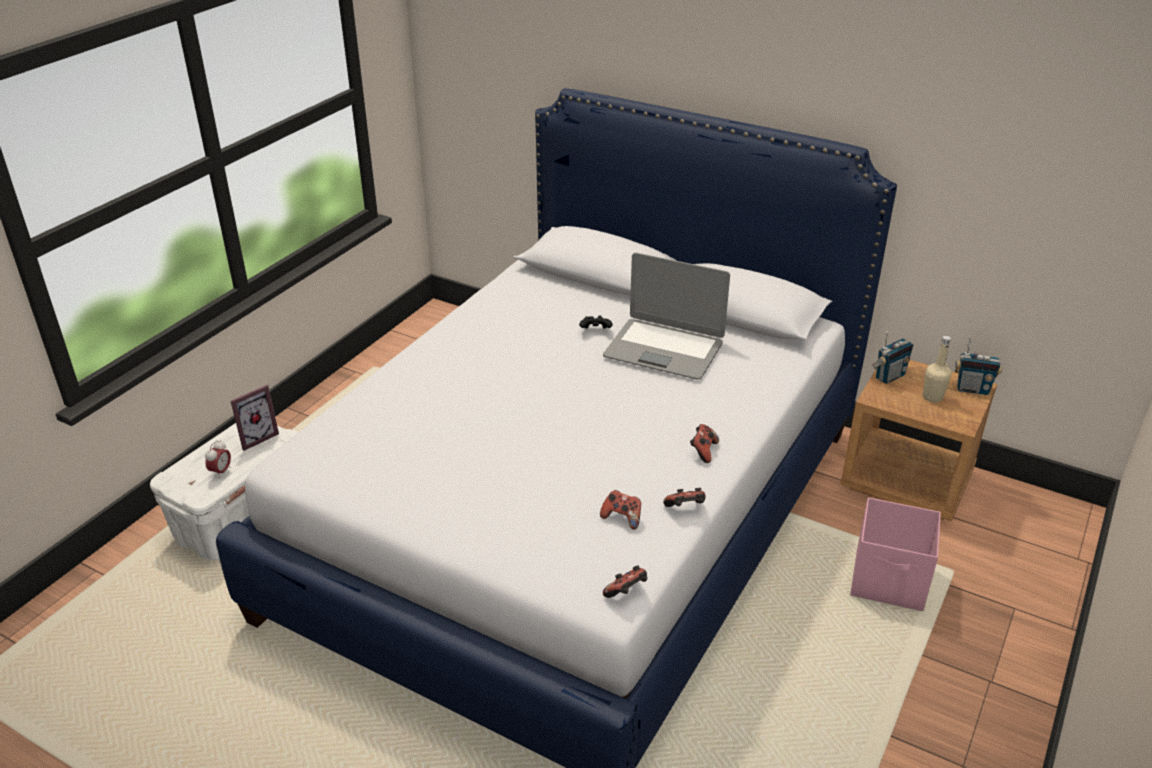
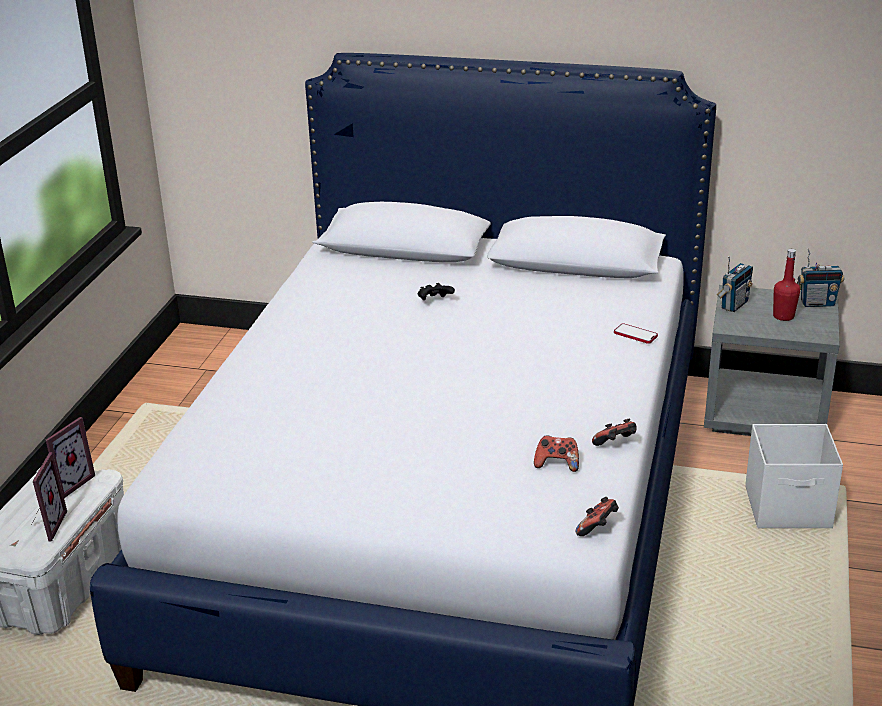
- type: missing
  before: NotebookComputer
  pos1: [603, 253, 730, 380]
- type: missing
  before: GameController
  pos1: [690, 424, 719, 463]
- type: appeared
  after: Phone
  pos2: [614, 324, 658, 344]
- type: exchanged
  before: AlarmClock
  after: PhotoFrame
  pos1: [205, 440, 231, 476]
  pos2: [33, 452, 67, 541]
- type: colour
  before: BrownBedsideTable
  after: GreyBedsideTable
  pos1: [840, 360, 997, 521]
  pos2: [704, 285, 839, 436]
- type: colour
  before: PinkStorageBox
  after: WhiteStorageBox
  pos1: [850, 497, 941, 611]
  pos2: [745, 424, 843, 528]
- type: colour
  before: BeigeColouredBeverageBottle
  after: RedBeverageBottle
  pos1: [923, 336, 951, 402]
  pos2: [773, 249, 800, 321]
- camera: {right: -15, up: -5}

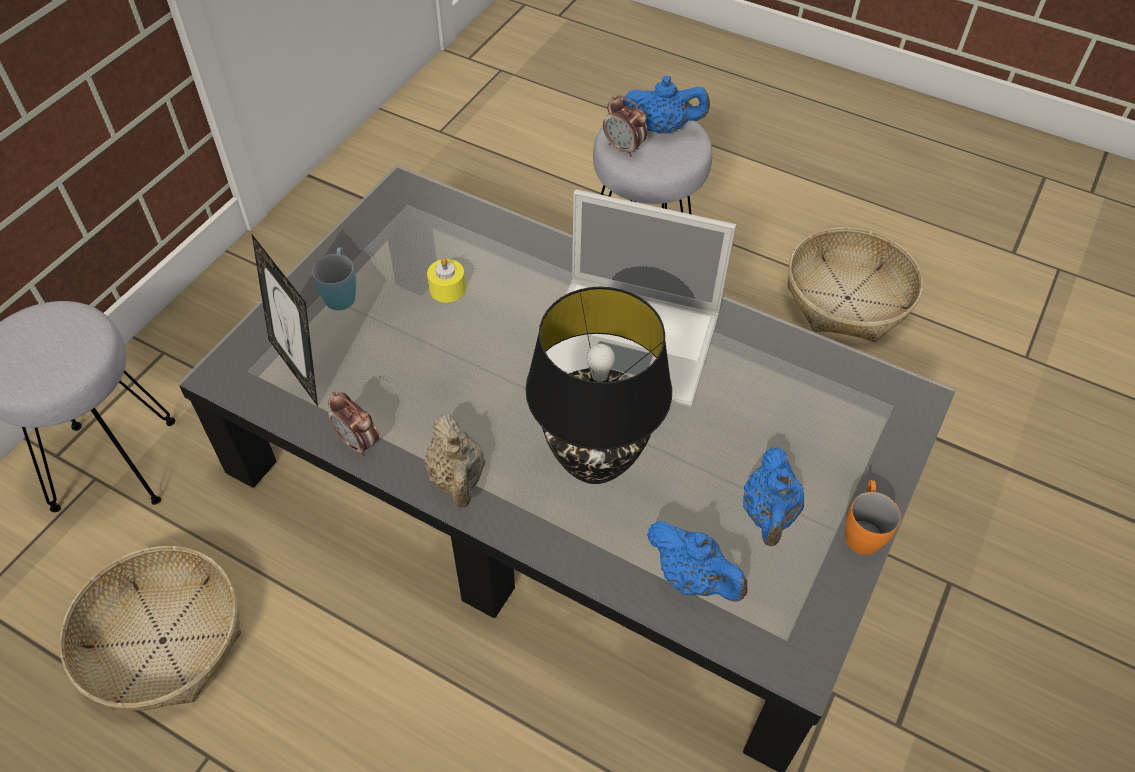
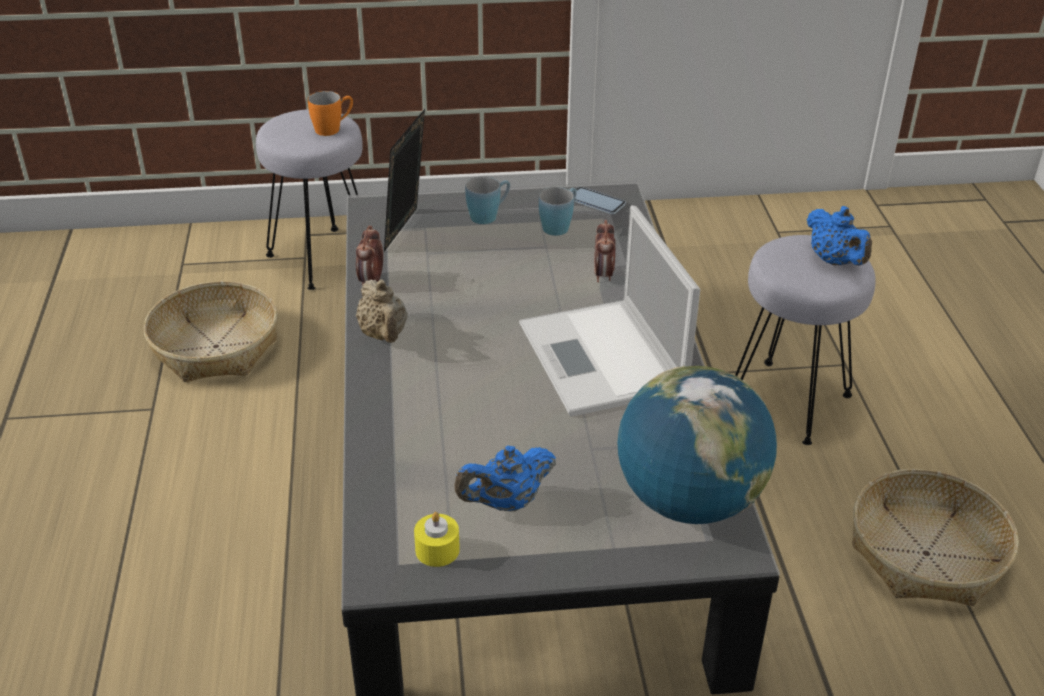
- type: missing
  before: BlackTableLamp
  pos1: [526, 287, 672, 484]
- type: missing
  before: BlueColouredTeaPot
  pos1: [647, 521, 747, 602]
- type: appeared
  after: BlueColouredMug
  pos2: [539, 187, 577, 236]
- type: appeared
  after: Phone
  pos2: [572, 187, 626, 214]
- type: appeared
  after: Globe
  pos2: [617, 366, 777, 524]
- type: relocated
  before: YellowColouredCandle
  pos1: [427, 258, 466, 302]
  pos2: [414, 512, 460, 567]
- type: relocated
  before: AlarmClock
  pos1: [603, 95, 648, 157]
  pos2: [594, 220, 615, 282]
- type: relocated
  before: OrangeMug
  pos1: [845, 480, 901, 555]
  pos2: [308, 91, 353, 136]
- type: spun
  before: BeigeColouredTeaPot
  pos1: [424, 414, 485, 508]
  pos2: [356, 279, 408, 343]
  turn: -60
- camera: {right: 55, up: -15}

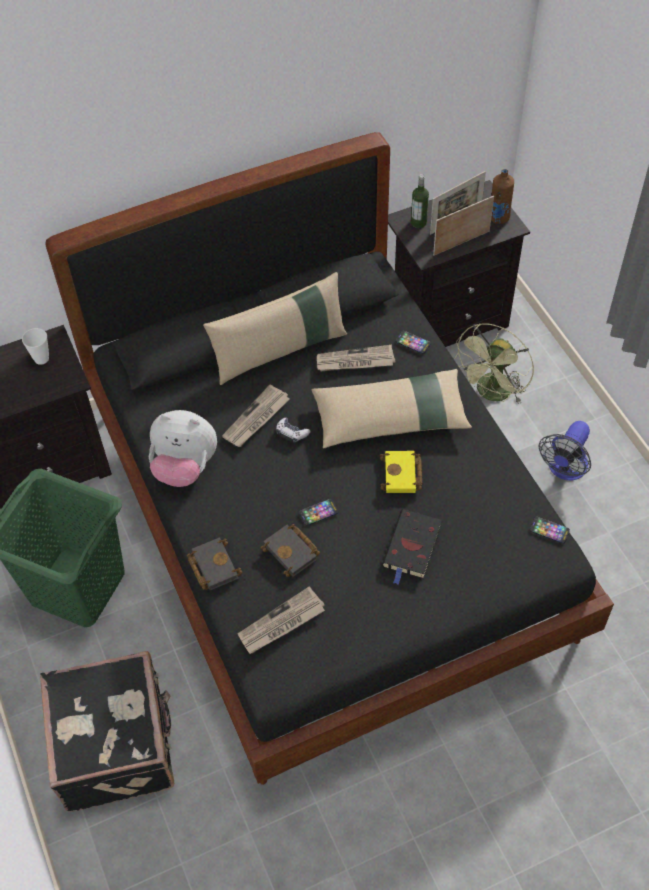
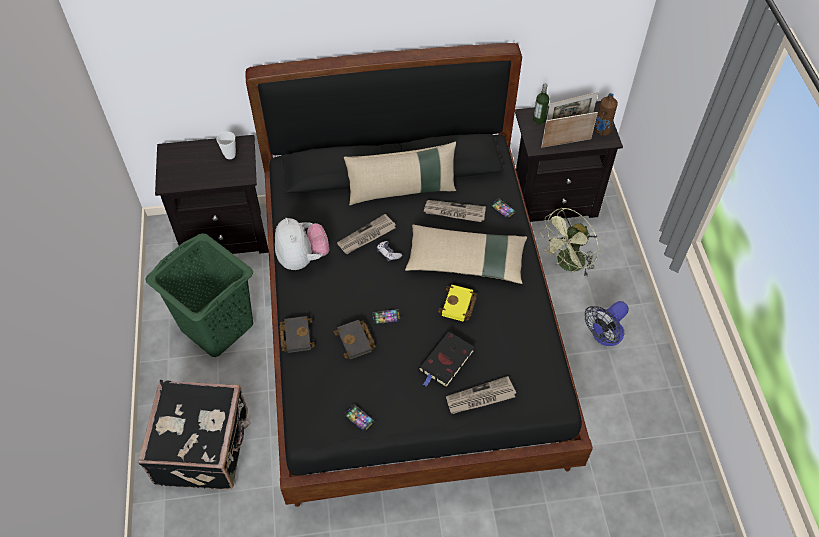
- type: relocated
  before: Newspaper
  pos1: [238, 586, 325, 654]
  pos2: [446, 376, 516, 414]
- type: relocated
  before: Phone
  pos1: [530, 517, 570, 544]
  pos2: [344, 404, 375, 432]
- type: spun
  before: PlushToy
  pos1: [149, 410, 217, 487]
  pos2: [275, 218, 330, 270]
  turn: -135
- camera: {right: 15, up: 0}

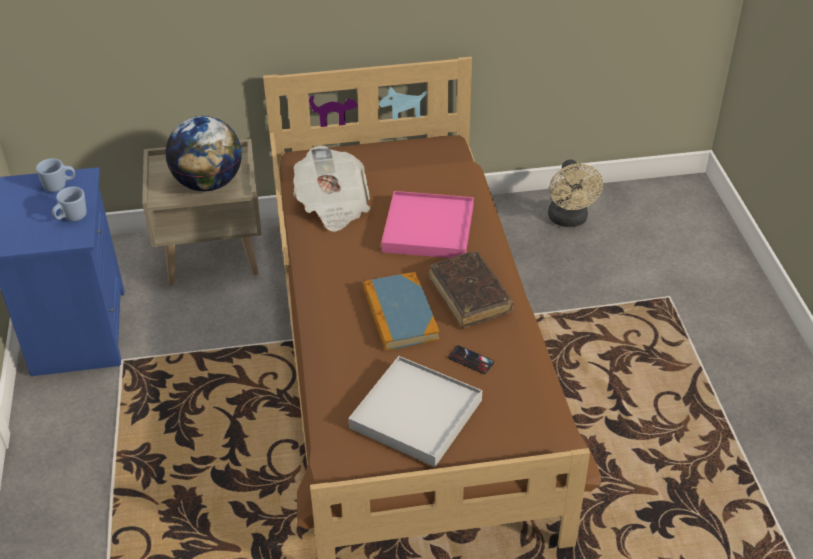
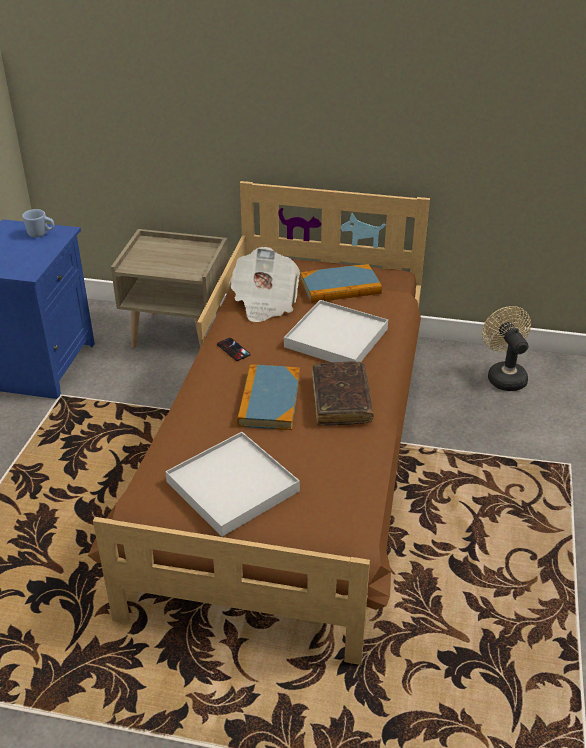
- type: missing
  before: BlueColouredMug
  pos1: [52, 187, 87, 221]
- type: missing
  before: Globe
  pos1: [165, 116, 242, 191]
- type: appeared
  after: BoundBook
  pos2: [300, 264, 382, 303]
- type: relocated
  before: Phone
  pos1: [448, 345, 494, 374]
  pos2: [217, 338, 251, 361]
- type: colour
  before: PinkCarryingTray
  after: WhiteCarryingTray
  pos1: [381, 191, 474, 258]
  pos2: [284, 300, 388, 362]
- type: spun
  before: BeigeColouredElectricFan
  pos1: [548, 160, 603, 227]
  pos2: [482, 306, 531, 391]
  turn: 150
- camera: {right: 20, up: -5}

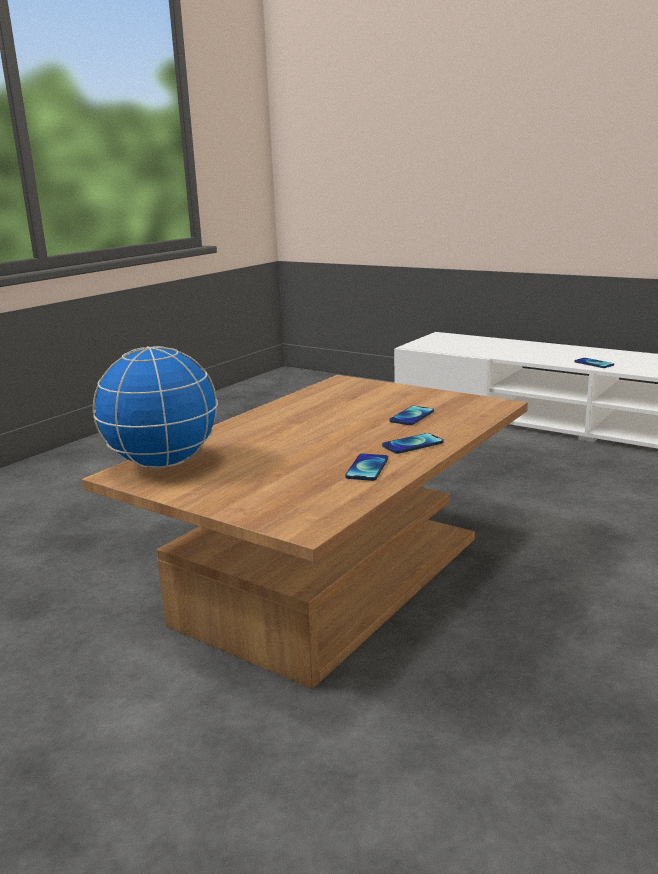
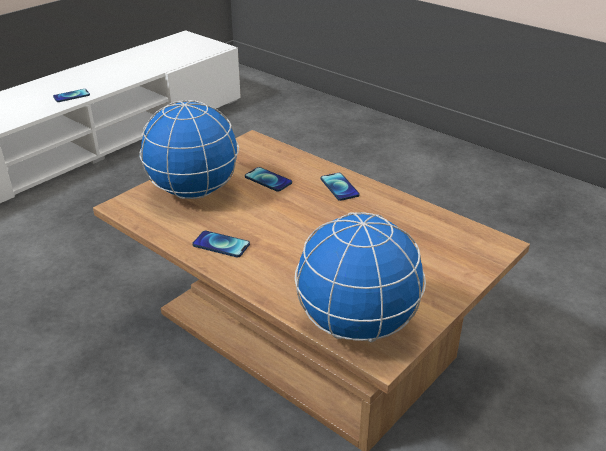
- type: appeared
  after: Globe
  pos2: [139, 100, 239, 199]
- type: relocated
  before: Phone
  pos1: [345, 454, 388, 481]
  pos2: [192, 231, 250, 258]
- camera: {right: -85, up: 15}

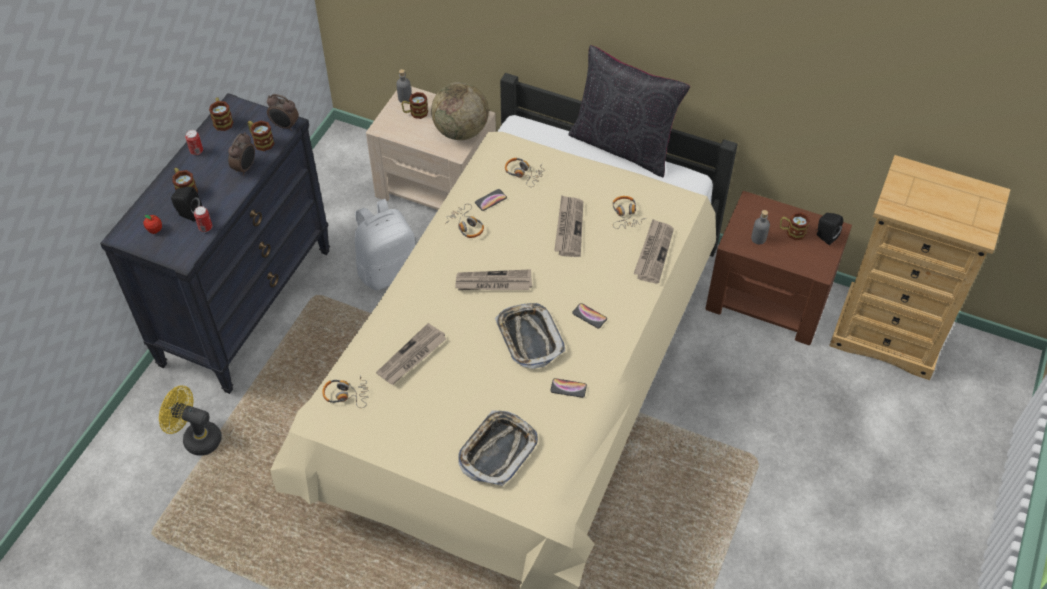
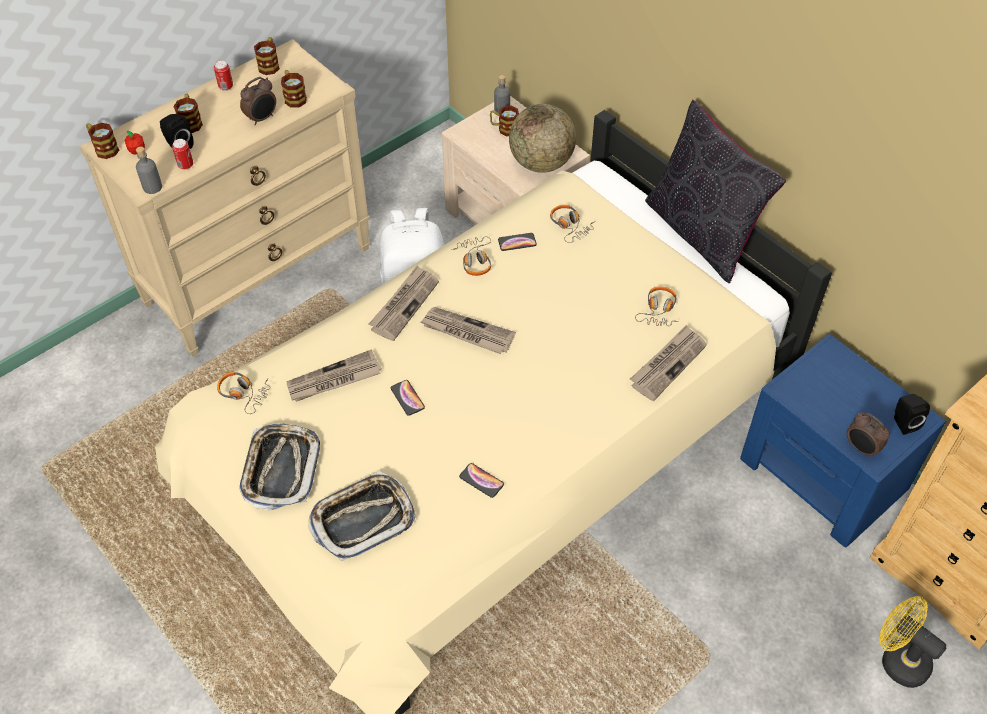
- type: relocated
  before: YellowColouredElectricFan
  pos1: [159, 385, 222, 456]
  pos2: [879, 596, 946, 688]
- type: relocated
  before: AlarmClock
  pos1: [267, 94, 299, 131]
  pos2: [846, 412, 890, 458]
- type: relocated
  before: CarryingTray
  pos1: [495, 303, 566, 369]
  pos2: [239, 423, 320, 511]
- type: relocated
  before: Newspaper
  pos1: [554, 195, 583, 257]
  pos2: [369, 265, 439, 341]
- type: relocated
  before: Phone
  pos1: [572, 303, 607, 328]
  pos2: [391, 380, 425, 416]
- type: relocated
  before: GreyBeverageBottle
  pos1: [751, 210, 770, 244]
  pos2: [136, 147, 162, 194]
- type: relocated
  before: Mug
  pos1: [780, 212, 810, 241]
  pos2: [86, 123, 119, 159]
- type: colour
  before: BlackDresser
  after: BeigeColouredDresser
  pos1: [100, 93, 330, 394]
  pos2: [80, 39, 370, 357]
- type: colour
  before: BrownBedsideTable
  after: BlueColouredBedsideTable
  pos1: [705, 191, 852, 345]
  pos2: [740, 334, 946, 548]
- camera: {right: 25, up: 0}

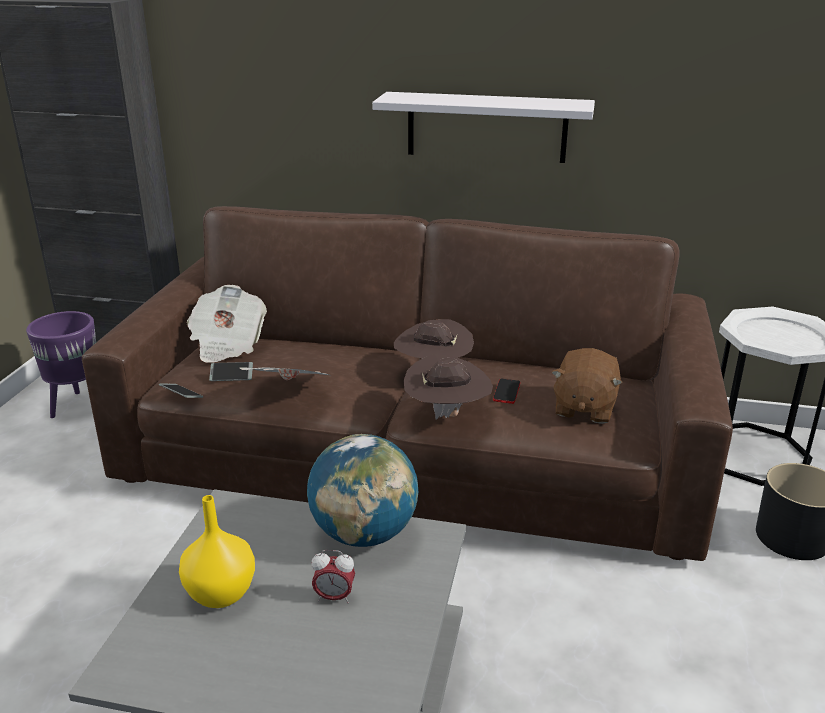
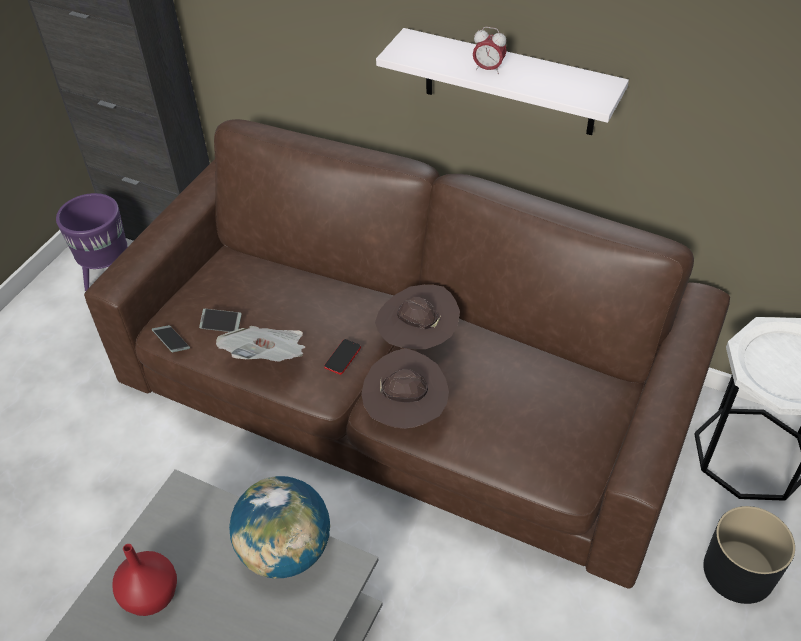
- type: missing
  before: Newspaper
  pos1: [187, 285, 267, 363]
- type: missing
  before: BrownPlushToy
  pos1: [551, 348, 623, 424]
- type: relocated
  before: AlarmClock
  pos1: [311, 550, 355, 603]
  pos2: [473, 27, 507, 74]
- type: relocated
  before: Phone
  pos1: [493, 379, 520, 404]
  pos2: [324, 339, 361, 375]
- type: colour
  before: YellowColouredFlowerVase
  after: RedFlowerVase
  pos1: [179, 495, 255, 608]
  pos2: [113, 544, 177, 616]
- camera: {right: 15, up: 20}

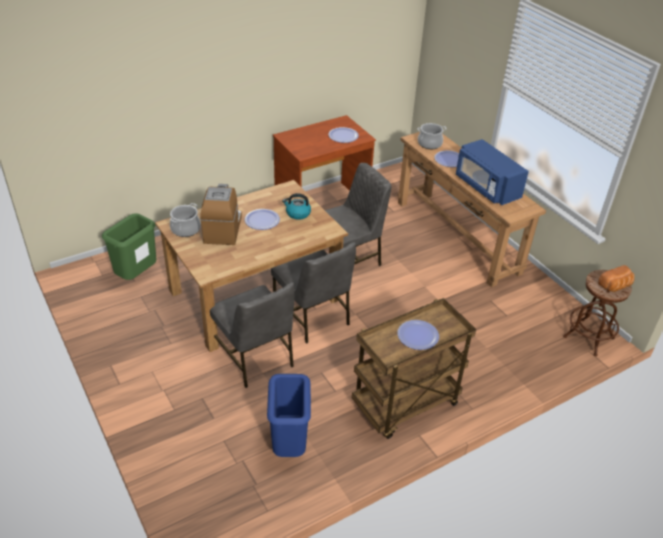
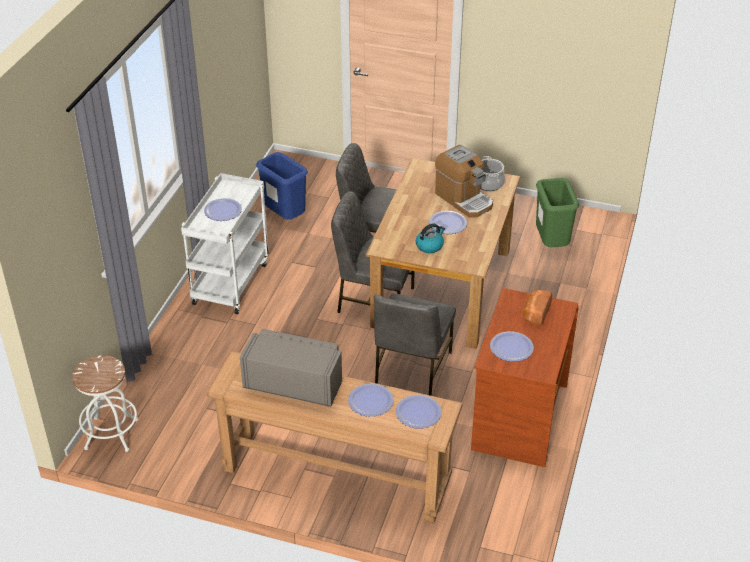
- type: relocated
  before: Bread
  pos1: [598, 265, 634, 292]
  pos2: [523, 290, 552, 326]
- type: exchanged
  before: CookingPot
  after: DinnerPlate
  pos1: [417, 123, 447, 149]
  pos2: [396, 395, 442, 429]
- type: colour
  before: BrownCart
  after: WhiteCart
  pos1: [352, 298, 476, 439]
  pos2: [181, 173, 269, 314]
- type: colour
  before: BlueColouredMicrowaveOven
  after: GreyMicrowaveOven
  pos1: [456, 139, 529, 205]
  pos2: [240, 329, 342, 407]
- type: colour
  before: BrownSittingStool
  after: WhiteSittingStool
  pos1: [563, 270, 632, 356]
  pos2: [72, 355, 138, 452]
- camera: {right: 140, up: 0}

